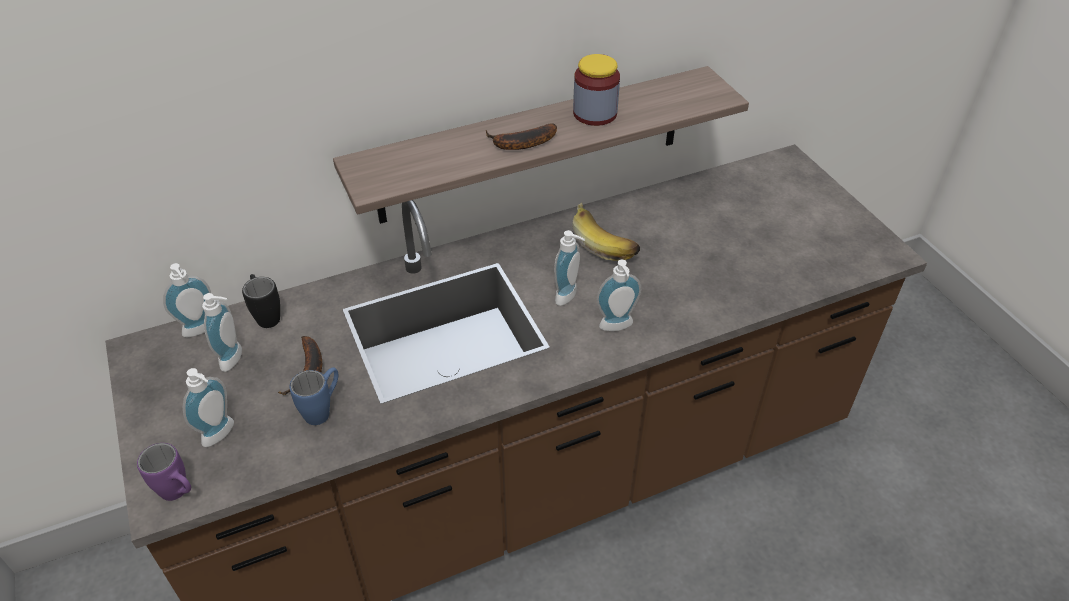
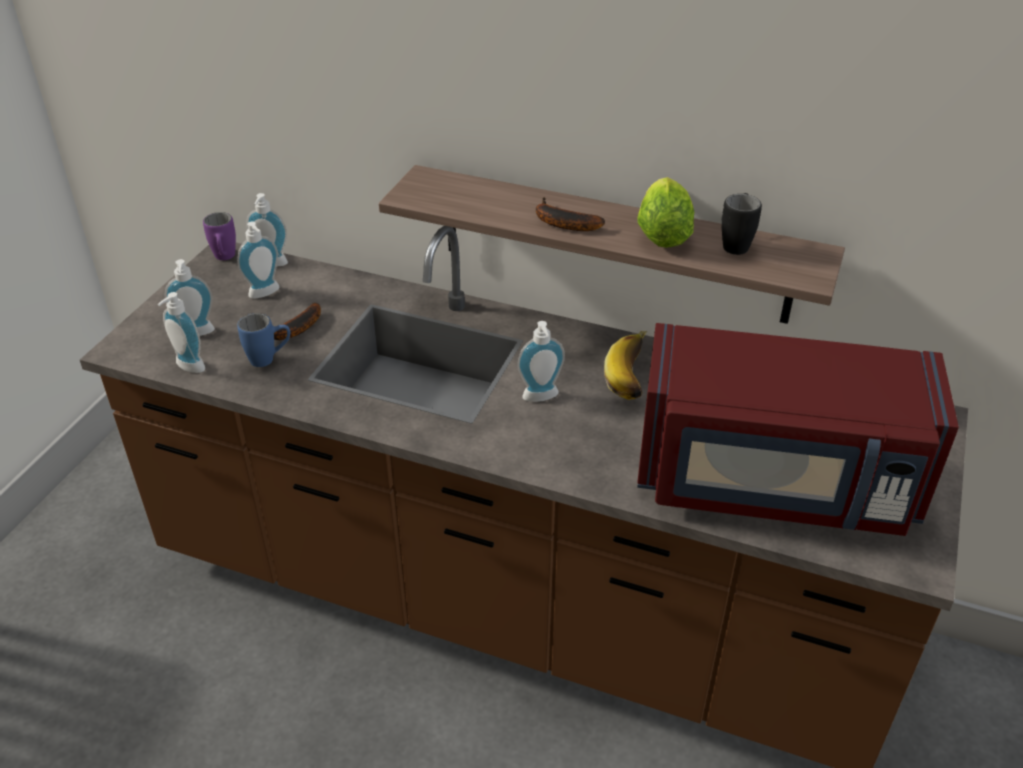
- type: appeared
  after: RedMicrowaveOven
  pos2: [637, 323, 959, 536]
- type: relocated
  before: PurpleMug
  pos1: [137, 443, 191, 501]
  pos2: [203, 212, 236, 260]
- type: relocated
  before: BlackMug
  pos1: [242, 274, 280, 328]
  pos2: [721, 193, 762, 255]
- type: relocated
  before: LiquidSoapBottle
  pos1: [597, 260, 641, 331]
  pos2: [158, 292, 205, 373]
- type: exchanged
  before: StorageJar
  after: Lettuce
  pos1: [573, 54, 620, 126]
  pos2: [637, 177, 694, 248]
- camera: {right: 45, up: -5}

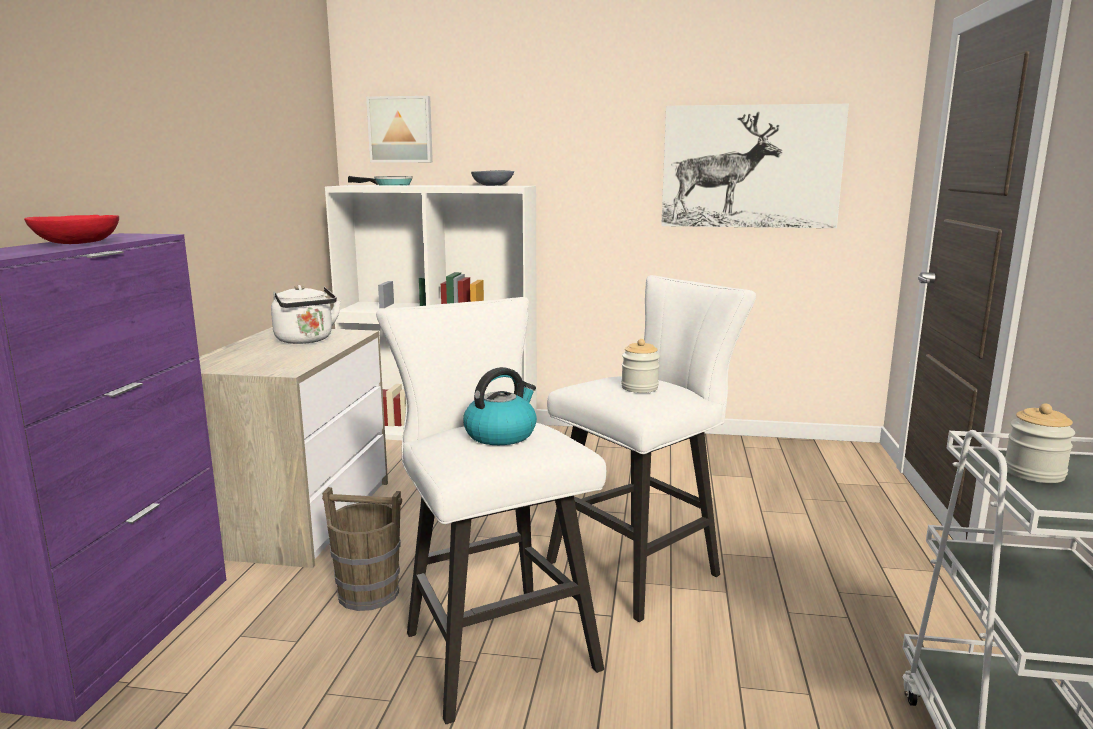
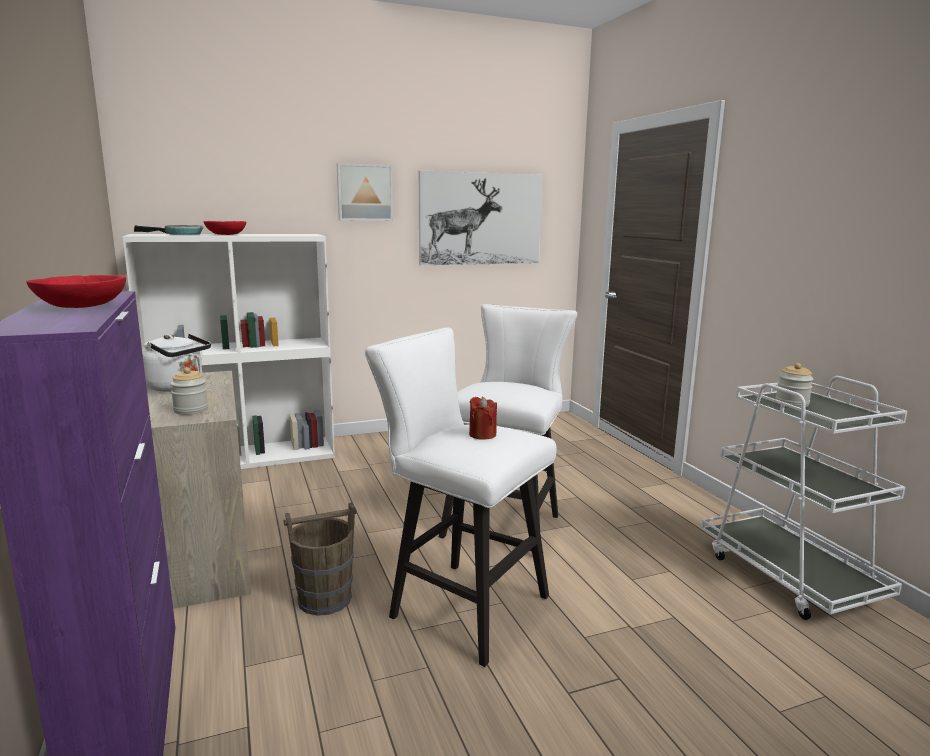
- type: missing
  before: GreyBowl
  pos1: [471, 170, 514, 186]
- type: appeared
  after: RedBowl
  pos2: [203, 221, 246, 235]
- type: relocated
  before: Picture
  pos1: [366, 96, 433, 162]
  pos2: [337, 163, 393, 221]
- type: relocated
  before: StorageJar
  pos1: [621, 339, 660, 393]
  pos2: [170, 367, 208, 415]
- type: exchanged
  before: Kettle
  after: RedCandle
  pos1: [463, 367, 537, 445]
  pos2: [469, 396, 497, 440]
- camera: {right: -30, up: 0}

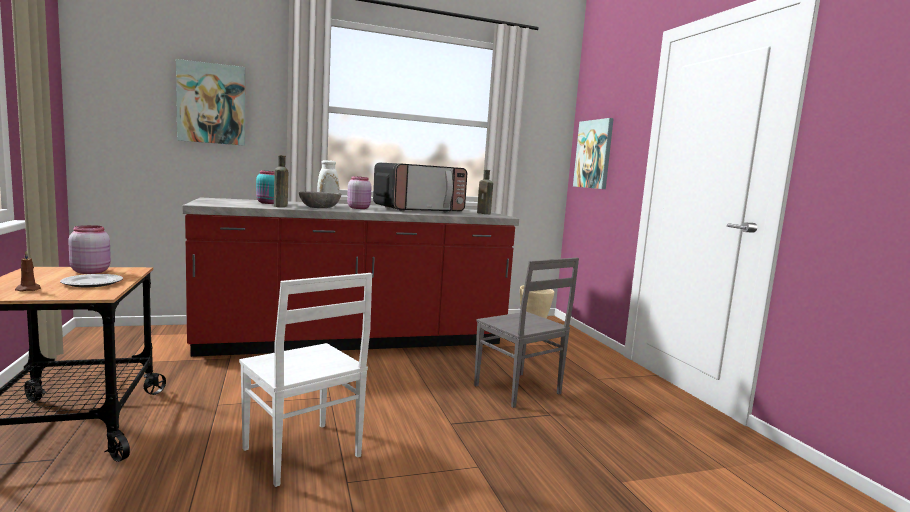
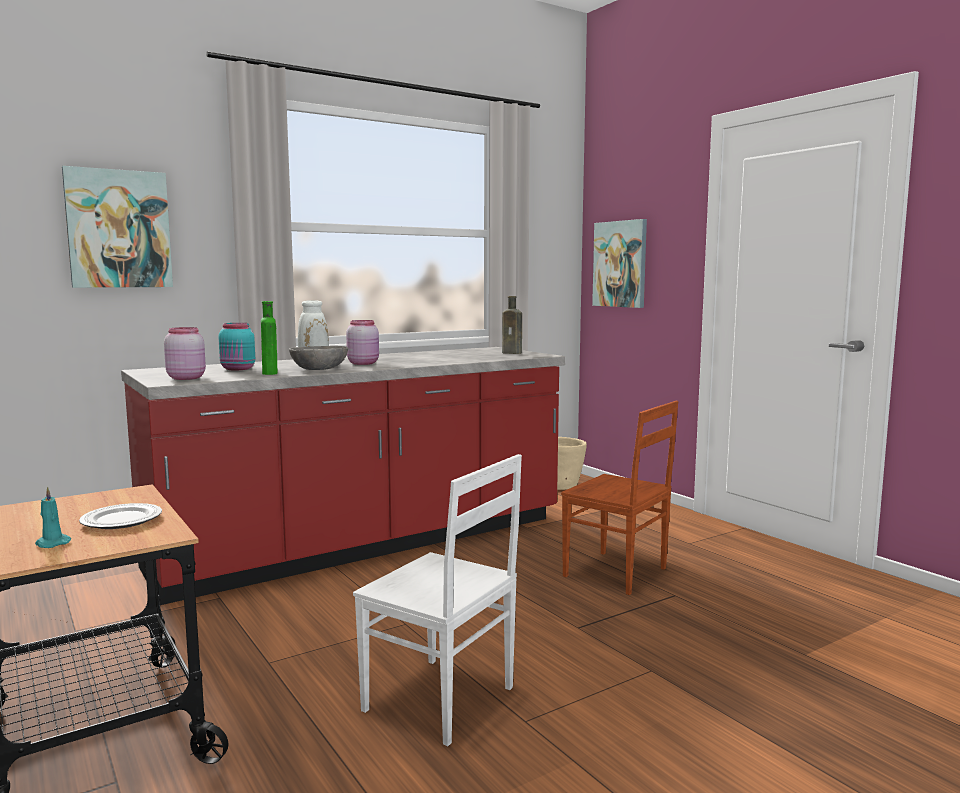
- type: missing
  before: MicrowaveOven
  pos1: [373, 163, 467, 212]
- type: relocated
  before: PinkStorageJar
  pos1: [68, 225, 111, 274]
  pos2: [164, 327, 206, 380]
- type: colour
  before: BrownCandle
  after: TurquoiseCandle
  pos1: [15, 251, 41, 291]
  pos2: [35, 487, 71, 548]
- type: colour
  before: BrownBeverageBottle
  after: GreenColouredBeverageBottle
  pos1: [274, 155, 288, 207]
  pos2: [261, 301, 277, 375]
- type: colour
  before: GreyPlainChair
  after: BrownPlainChair
  pos1: [474, 258, 579, 408]
  pos2: [561, 401, 678, 595]
- camera: {right: -15, up: 0}

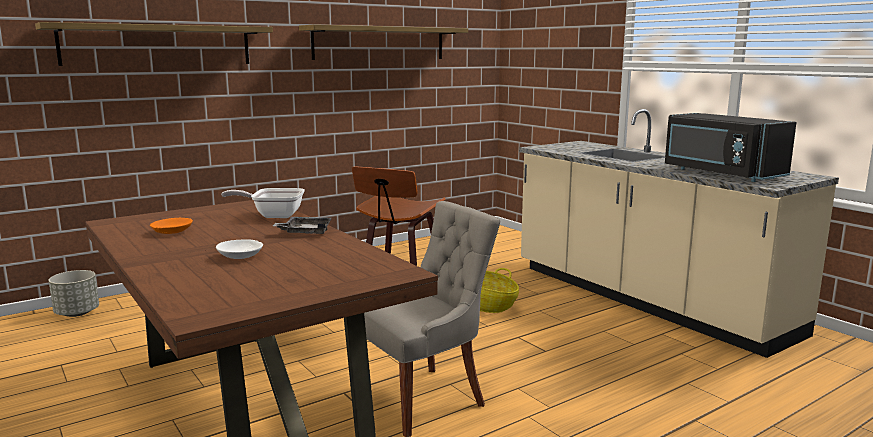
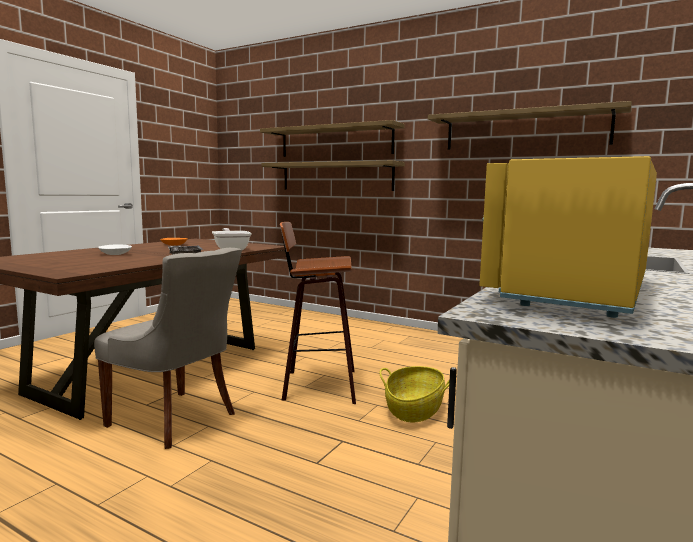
- type: missing
  before: GreyPlantPot
  pos1: [49, 270, 99, 317]
- type: appeared
  after: WallShelf
  pos2: [261, 160, 405, 191]
- type: colour
  before: BlackMicrowaveOven
  after: YellowColouredMicrowaveOven
  pos1: [665, 113, 797, 182]
  pos2: [480, 156, 657, 318]
- camera: {right: 65, up: -5}

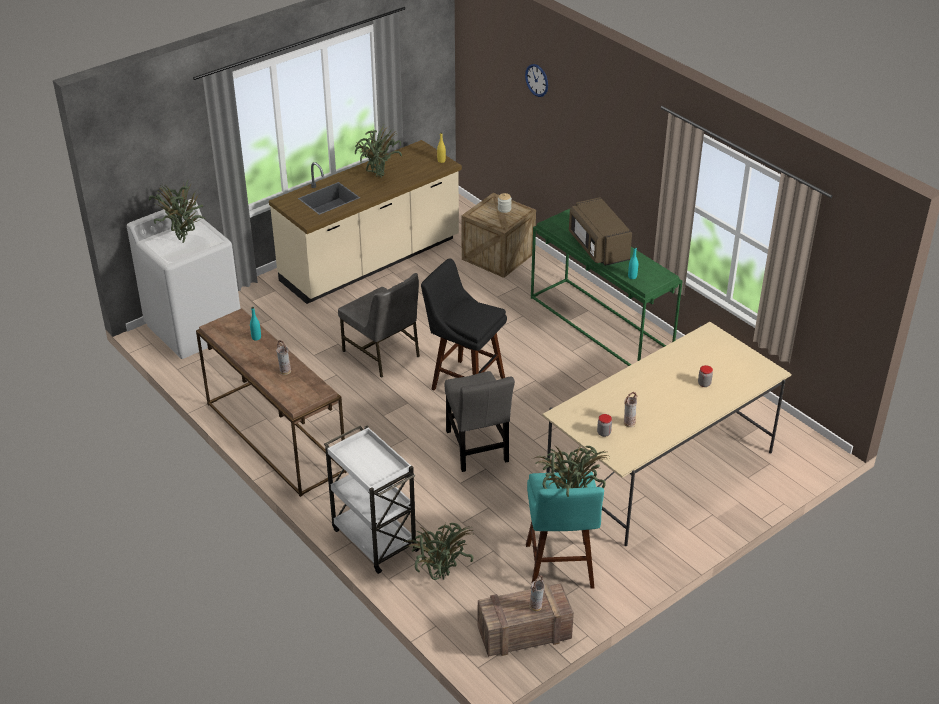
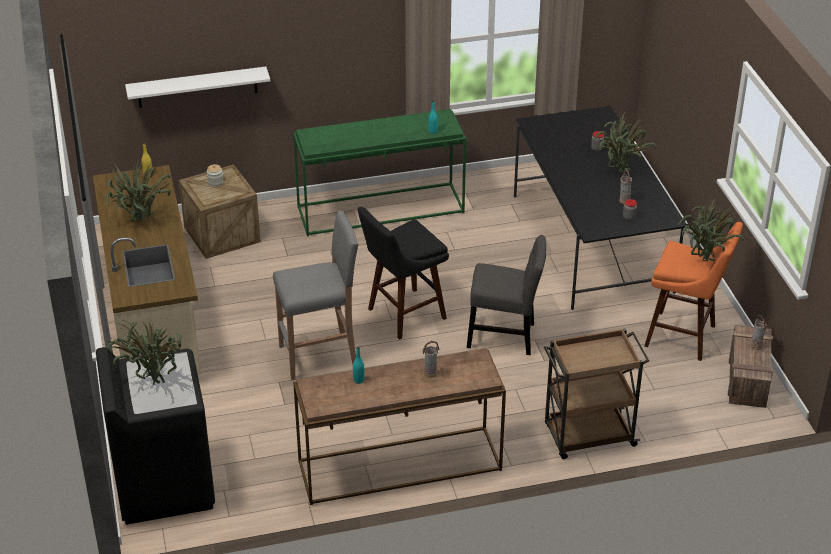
- type: missing
  before: HangingClock
  pos1: [525, 64, 548, 97]
- type: missing
  before: BrownMicrowaveOven
  pos1: [569, 197, 632, 266]
- type: appeared
  after: WhiteWallShelf
  pos2: [125, 66, 270, 108]
- type: relocated
  before: PottedPlant
  pos1: [404, 523, 474, 580]
  pos2: [593, 114, 657, 173]
- type: exchanged
  before: GreyPlainChair
  after: GreySittingStool
  pos1: [338, 273, 420, 378]
  pos2: [273, 211, 359, 380]
- type: colour
  before: WhiteLaundryAppliance
  after: BlackLaundryAppliance
  pos1: [127, 199, 240, 359]
  pos2: [96, 347, 215, 525]
- type: colour
  before: WhiteCart
  after: BrownCart
  pos1: [324, 425, 419, 574]
  pos2: [544, 329, 649, 459]
- type: colour
  before: TurquoiseSittingStool
  after: OrangeSittingStool
  pos1: [526, 471, 604, 589]
  pos2: [644, 222, 743, 361]
- type: colour
  before: BeigeColouredDiningTable
  after: BlackDiningTable
  pos1: [542, 322, 791, 546]
  pos2: [514, 106, 687, 310]
- camera: {right: -65, up: 0}

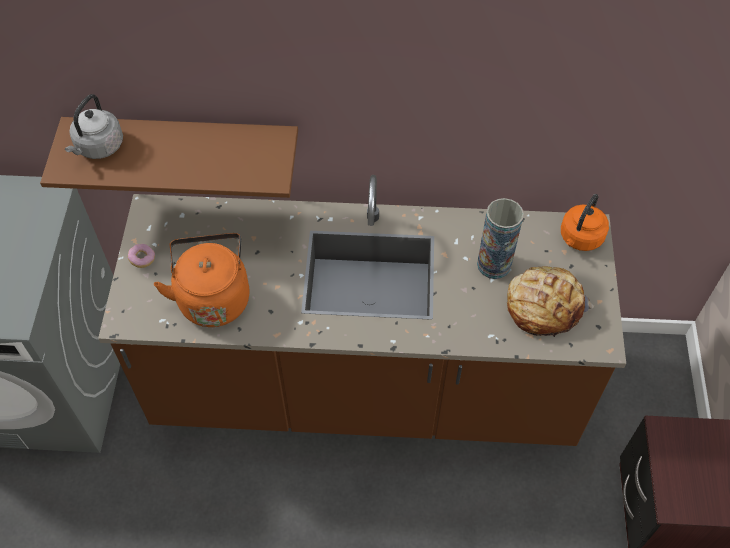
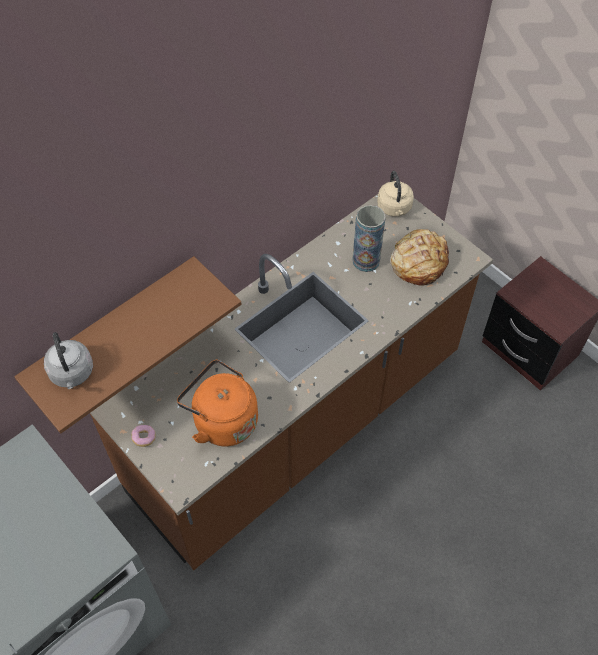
- type: colour
  before: OrangeKettle
  after: BeigeColouredKettle
  pos1: [561, 194, 609, 251]
  pos2: [377, 171, 414, 217]
- camera: {right: -45, up: 0}

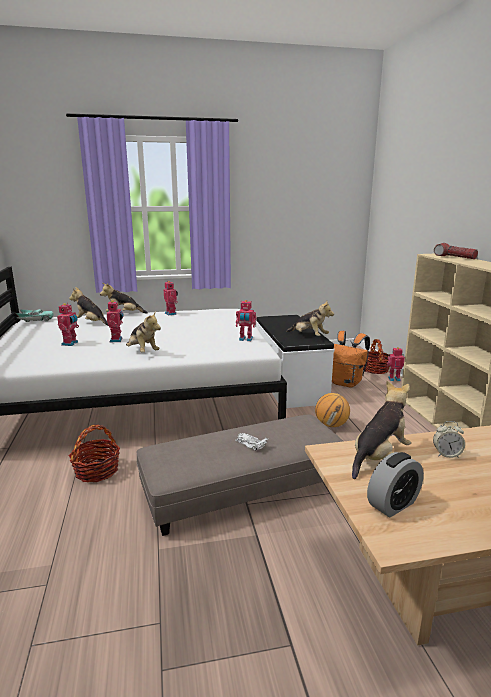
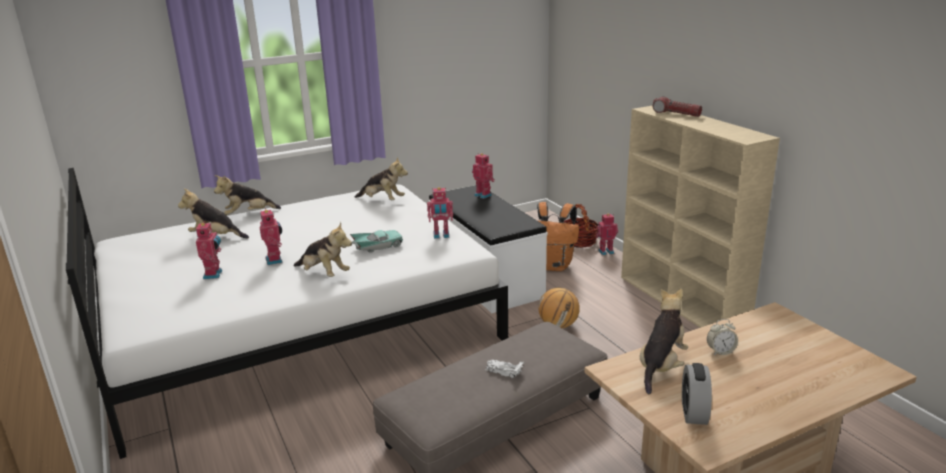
- type: missing
  before: HouseholdBasket
  pos1: [69, 425, 120, 482]
- type: relocated
  before: TurquoiseToyCar
  pos1: [16, 309, 54, 322]
  pos2: [350, 230, 403, 253]
- type: relocated
  before: RobotFigure
  pos1: [164, 281, 178, 316]
  pos2: [472, 153, 495, 199]
- type: relocated
  before: PlushToy
  pos1: [286, 301, 334, 336]
  pos2: [355, 157, 408, 200]
- type: spun
  before: AlarmClock
  pos1: [367, 452, 424, 517]
  pos2: [682, 363, 712, 425]
  turn: 150
- camera: {right: -15, up: 5}

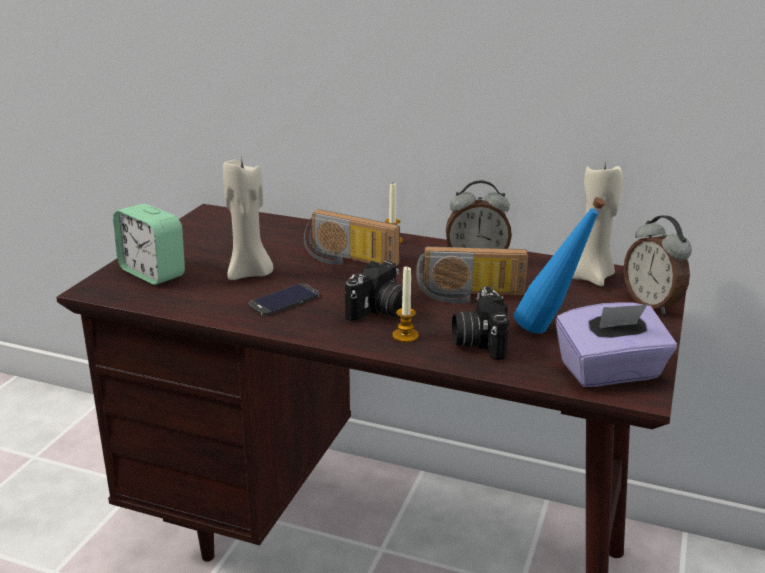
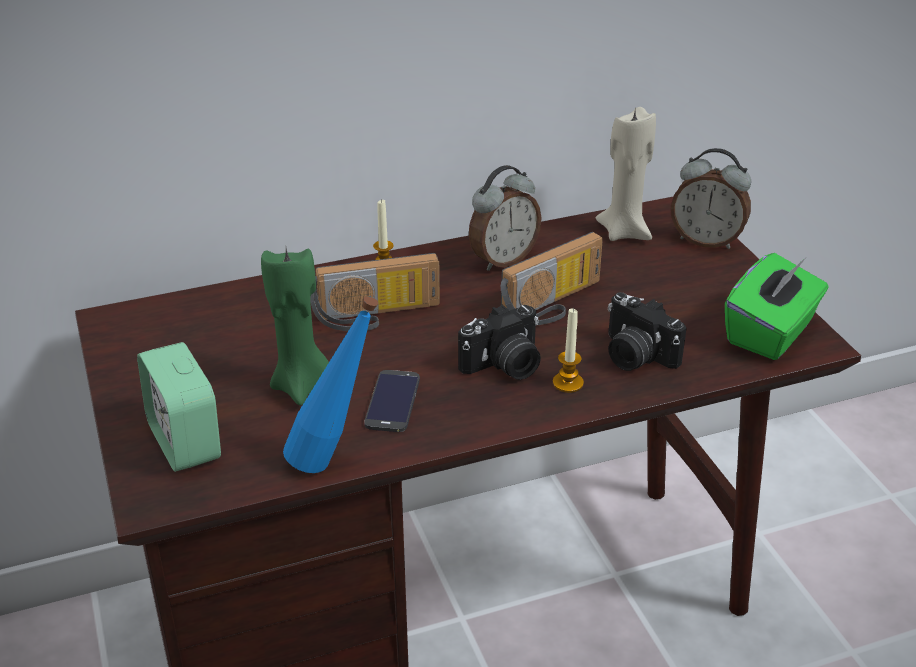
- type: relocated
  before: BlueColouredBeverageBottle
  pos1: [514, 197, 606, 334]
  pos2: [283, 296, 378, 473]
- type: colour
  before: BeigeColouredCandle
  after: GreenColouredCandle
  pos1: [223, 156, 273, 280]
  pos2: [261, 249, 329, 406]
- type: colour
  before: PurpleBoxOfTissues
  after: GreenColouredBoxOfTissues
  pos1: [556, 302, 677, 387]
  pos2: [725, 253, 829, 360]
- type: spun
  before: AlarmClock
  pos1: [113, 203, 185, 285]
  pos2: [137, 342, 221, 472]
  turn: 60
- type: spun
  before: StillCamera
  pos1: [345, 261, 403, 321]
  pos2: [458, 305, 541, 380]
  turn: 60
- camera: {right: -40, up: 10}

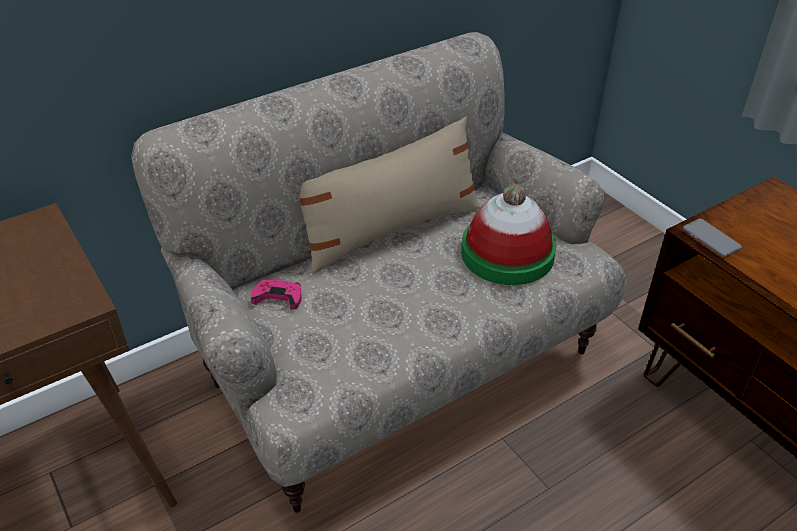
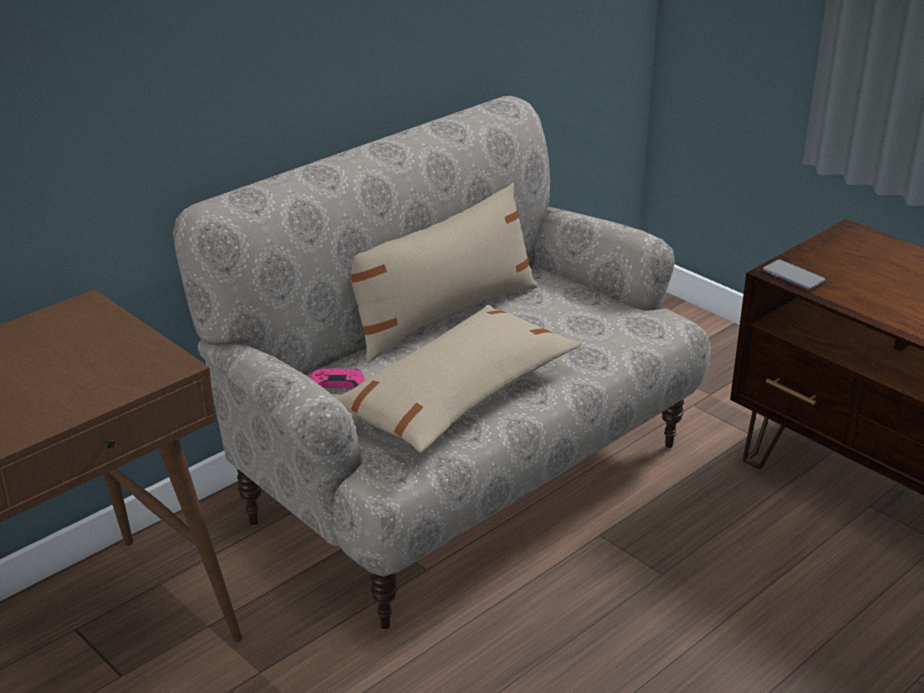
- type: missing
  before: WearableHat
  pos1: [461, 184, 556, 285]
- type: appeared
  after: BeigeColouredCushion
  pos2: [335, 305, 582, 453]
- camera: {right: -10, up: -10}

